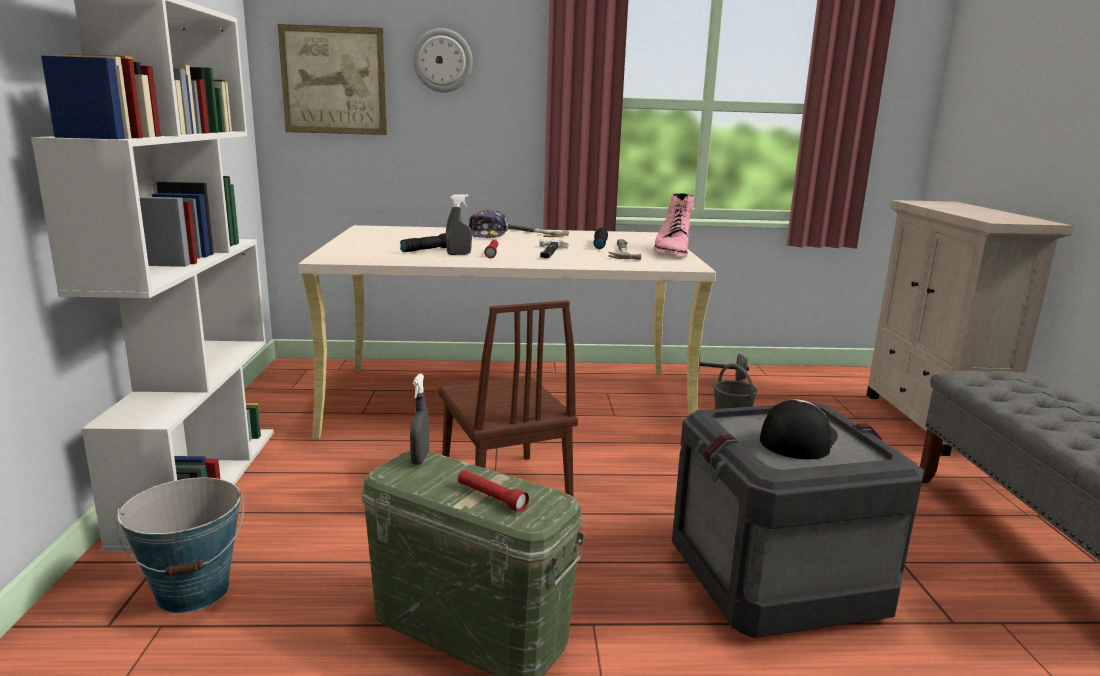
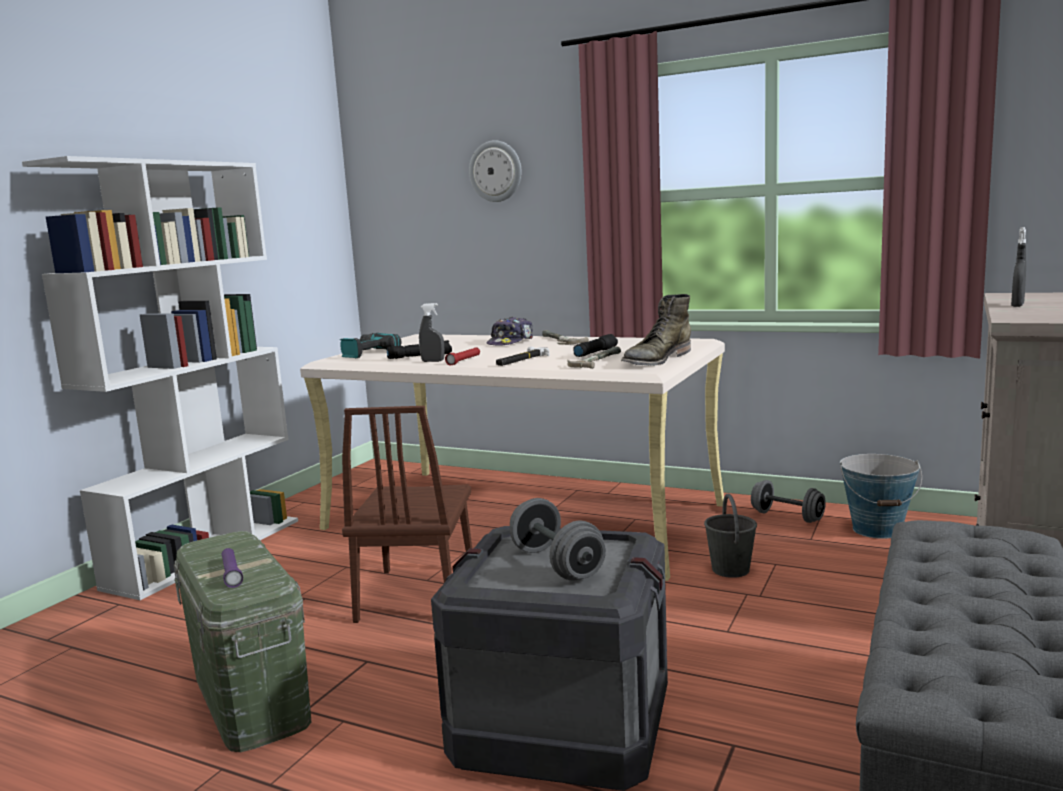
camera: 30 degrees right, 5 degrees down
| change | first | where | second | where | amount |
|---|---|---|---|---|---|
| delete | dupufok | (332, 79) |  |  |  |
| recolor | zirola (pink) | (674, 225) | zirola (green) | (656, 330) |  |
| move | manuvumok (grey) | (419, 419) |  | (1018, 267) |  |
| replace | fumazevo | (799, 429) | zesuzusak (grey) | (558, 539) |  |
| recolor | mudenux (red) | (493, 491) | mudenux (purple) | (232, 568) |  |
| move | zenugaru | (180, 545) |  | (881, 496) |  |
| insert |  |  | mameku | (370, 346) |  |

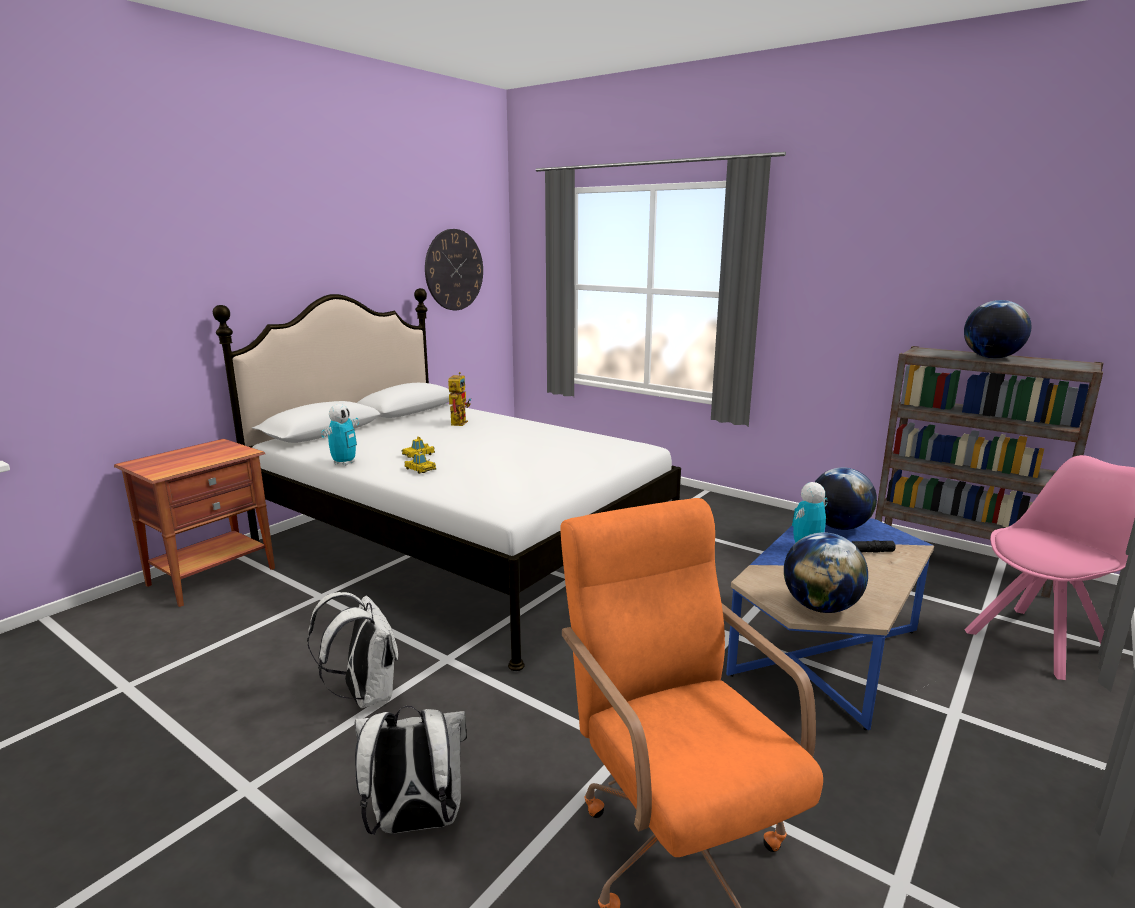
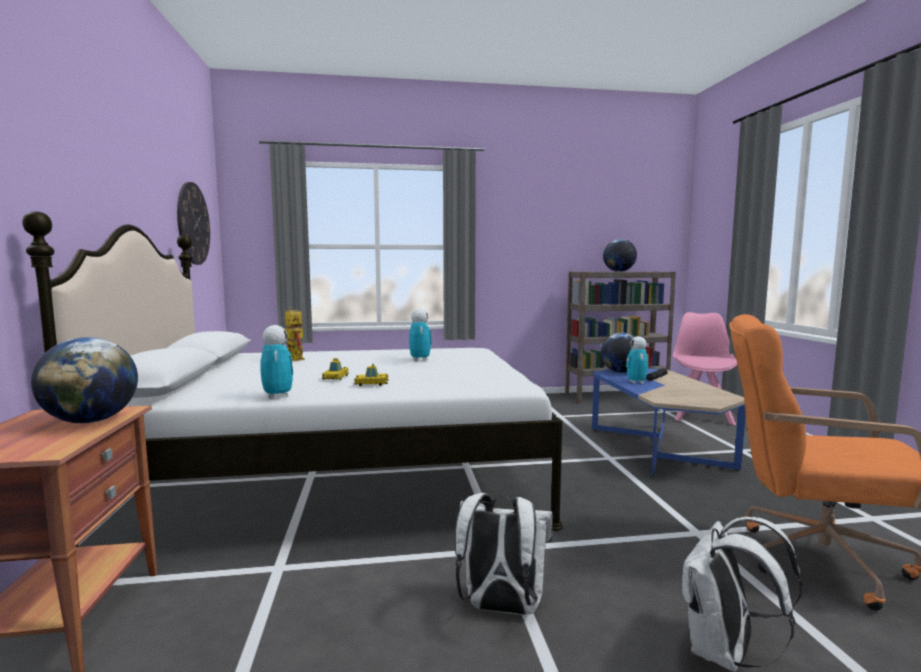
camera: 45 degrees left, 10 degrees down
| change | first | where | second | where | amount |
|---|---|---|---|---|---|
| move | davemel | (826, 572) |  | (84, 380) |  |
| insert |  |  | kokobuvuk | (420, 334) |  |

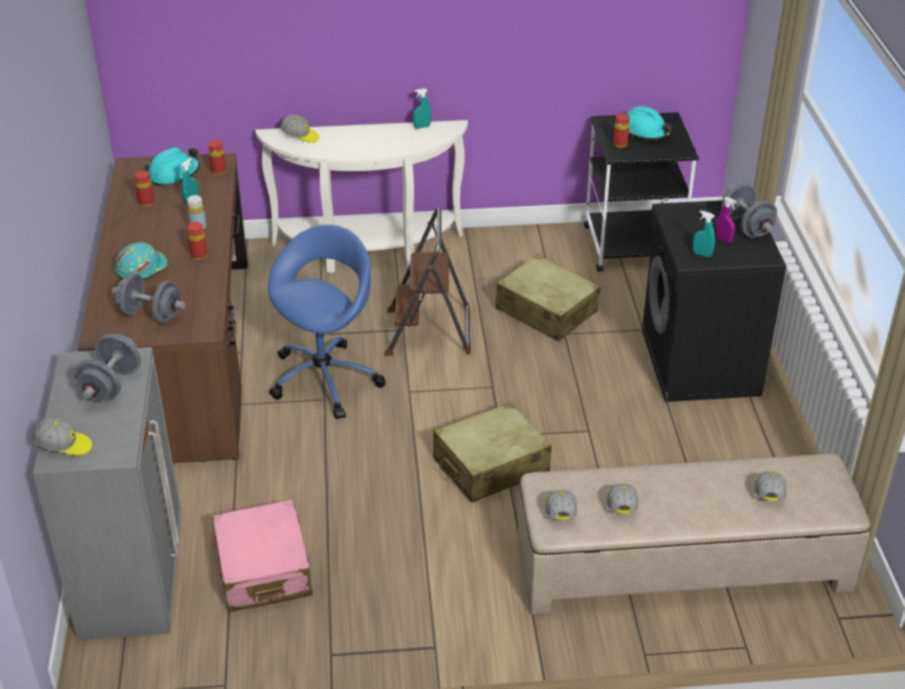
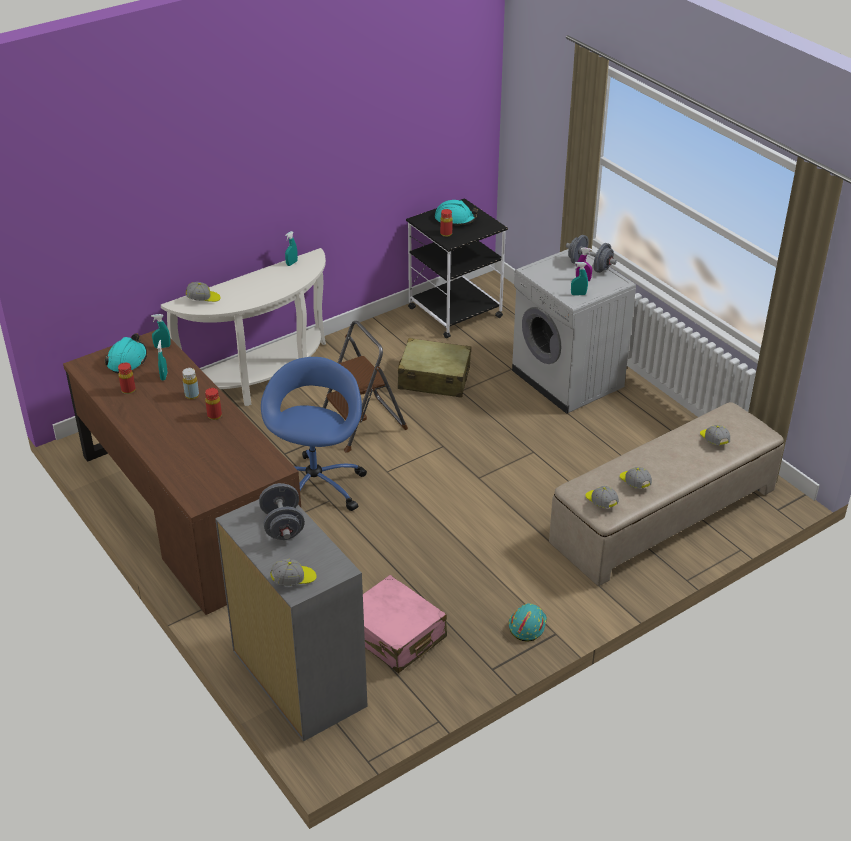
camera: 30 degrees left, 0 degrees up
| change | first | where | second | where | amount |
|---|---|---|---|---|---|
| replace | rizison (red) | (217, 157) | manuvumok (turquoise) | (160, 331) |  |
| recolor | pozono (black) | (714, 301) | pozono (white) | (574, 331) |  |
| move | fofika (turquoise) | (141, 261) |  | (528, 622) |  |
| delete | zesuzusak (grey) | (149, 298) |  |  |  |
| delete | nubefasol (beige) | (492, 452) |  |  |  |

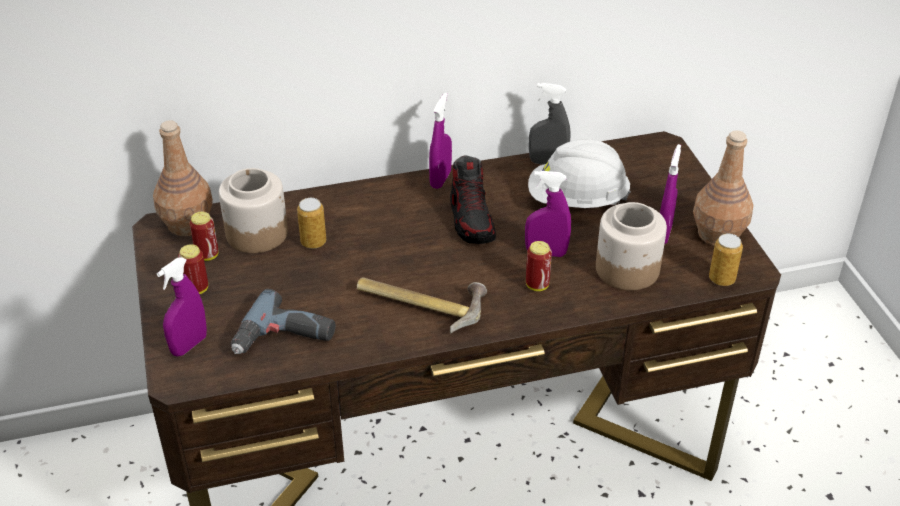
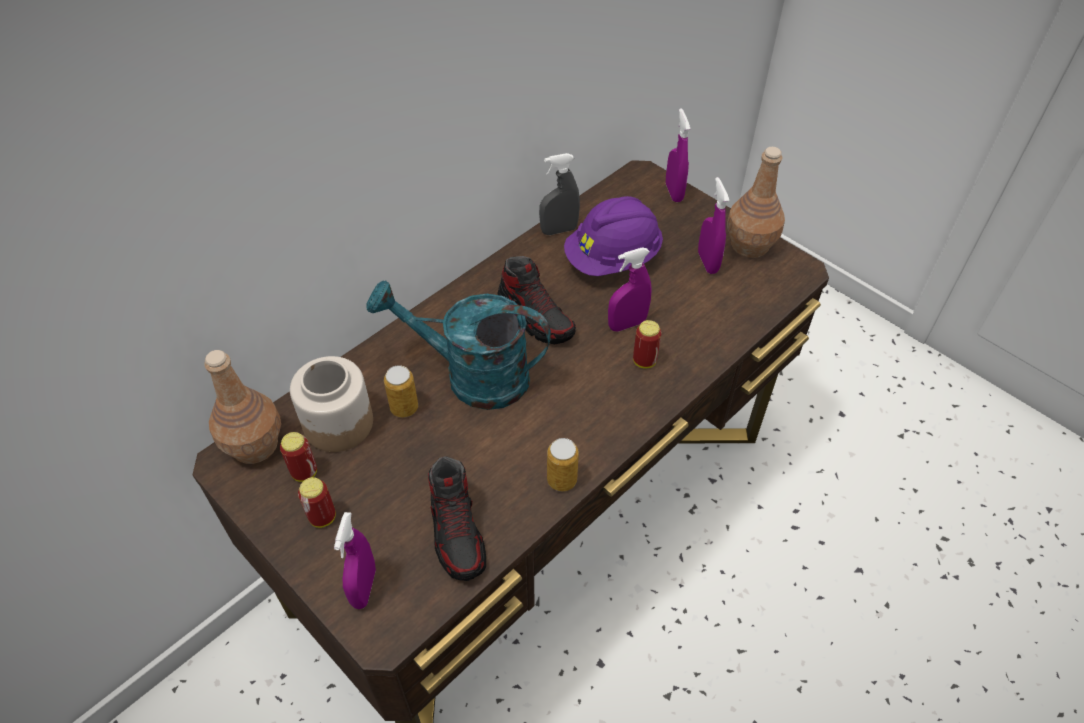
camera: 30 degrees left, 10 degrees up
| change | first | where | second | where | amount |
|---|---|---|---|---|---|
| move | manuvumok (purple) | (440, 141) |  | (678, 155) |  |
| recolor | fofika (white) | (579, 173) | fofika (purple) | (613, 236) |  |
| delete | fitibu | (631, 246) |  |  |  |
| move | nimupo | (726, 260) |  | (563, 464) |  |
| delete | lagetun | (422, 305) |  |  |  |
| replace | mameku | (283, 321) | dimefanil | (457, 519) |  |
| insert |  |  | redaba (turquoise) | (459, 345) |  |

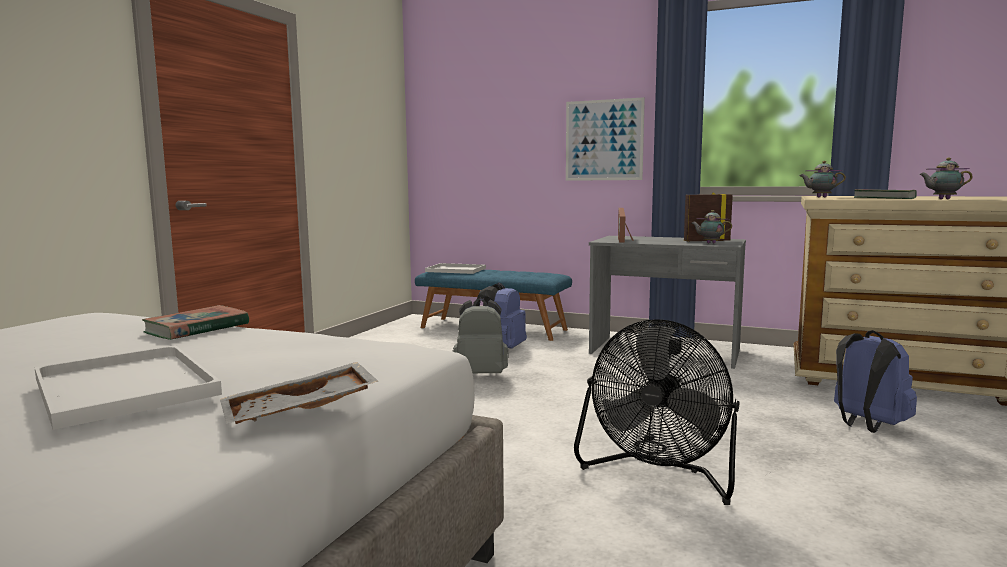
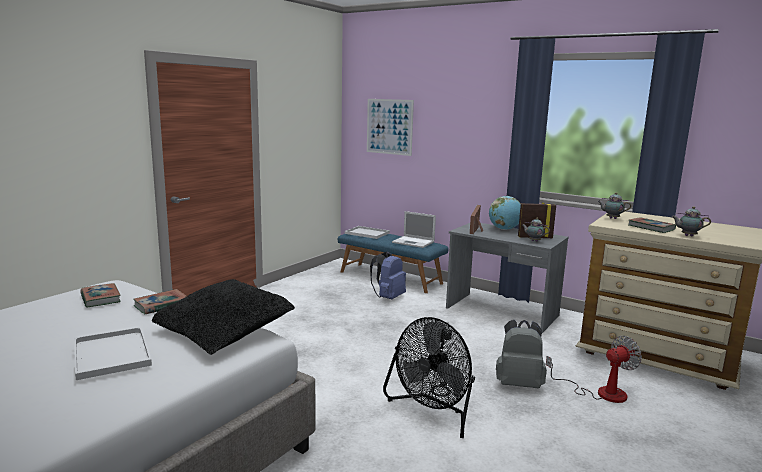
camera: 10 degrees right, 5 degrees up
| change | first | where | second | where | amount |
|---|---|---|---|---|---|
| move | dupufok | (605, 139) |  | (390, 127) |  |
| move | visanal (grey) | (480, 335) |  | (521, 354) |  |
| replace | visanal (blue) | (875, 381) | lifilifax | (594, 369) |  |
| delete | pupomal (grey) | (299, 393) |  |  |  |
| insert |  |  | davemel | (505, 213) |  |
| insert |  |  | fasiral | (414, 229) |  |
| insert |  |  | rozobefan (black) | (223, 317) |  |
| insert |  |  | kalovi | (100, 295) |  |

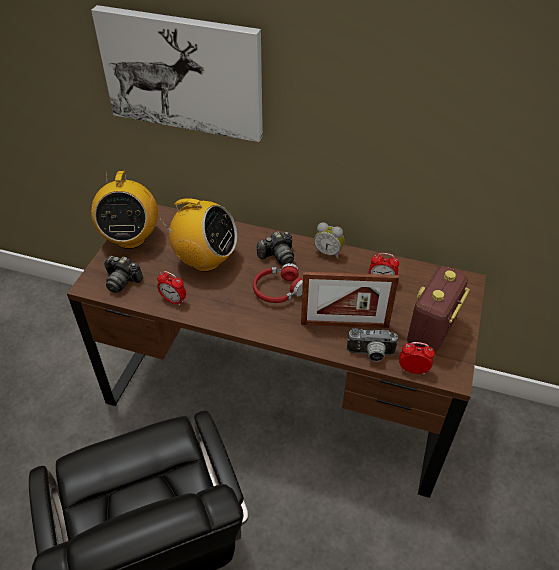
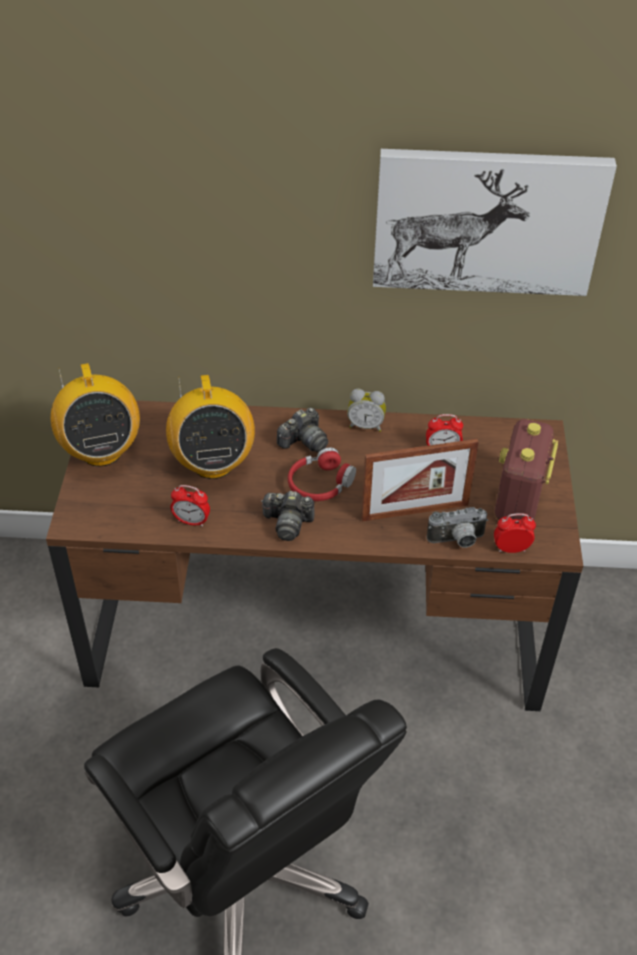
camera: 15 degrees left, 0 degrees up
| change | first | where | second | where | amount |
|---|---|---|---|---|---|
| move | dupufok | (177, 73) |  | (495, 222) |  |
| rotate | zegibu | (199, 235) |  | (210, 427) | 75 degrees clockwise |
| move | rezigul | (123, 274) |  | (287, 516) |  |

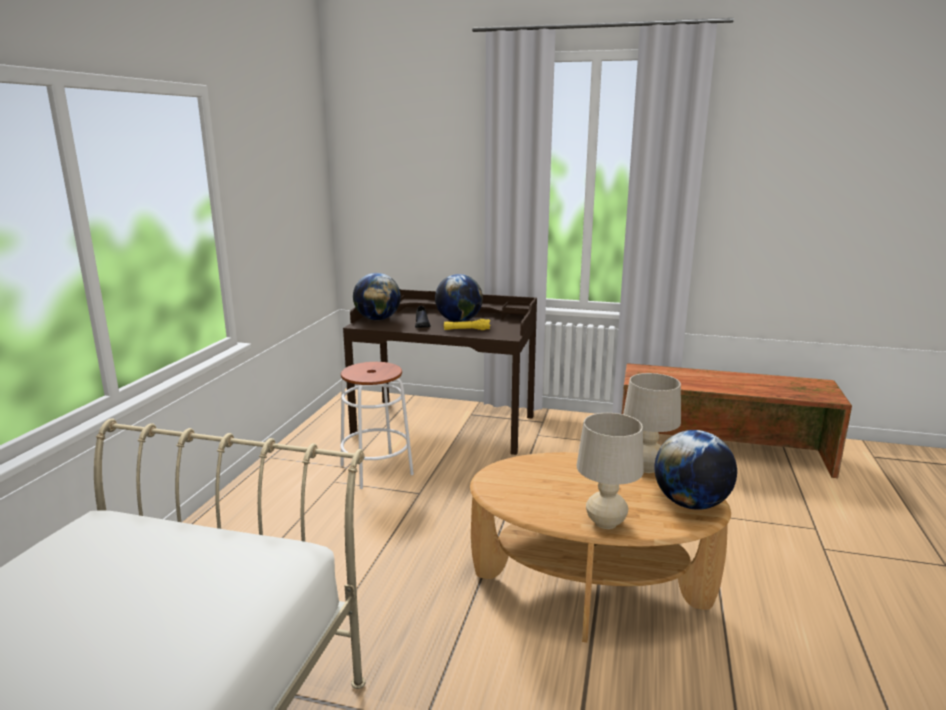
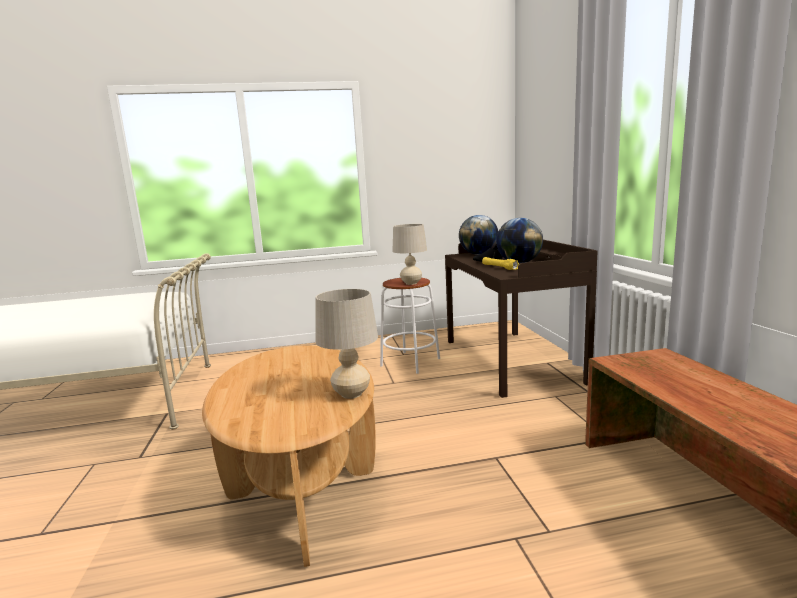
camera: 65 degrees right, 5 degrees down
| change | first | where | second | where | amount |
|---|---|---|---|---|---|
| move | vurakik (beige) | (610, 471) |  | (409, 254) |  |
| delete | davemel | (695, 470) |  |  |  |

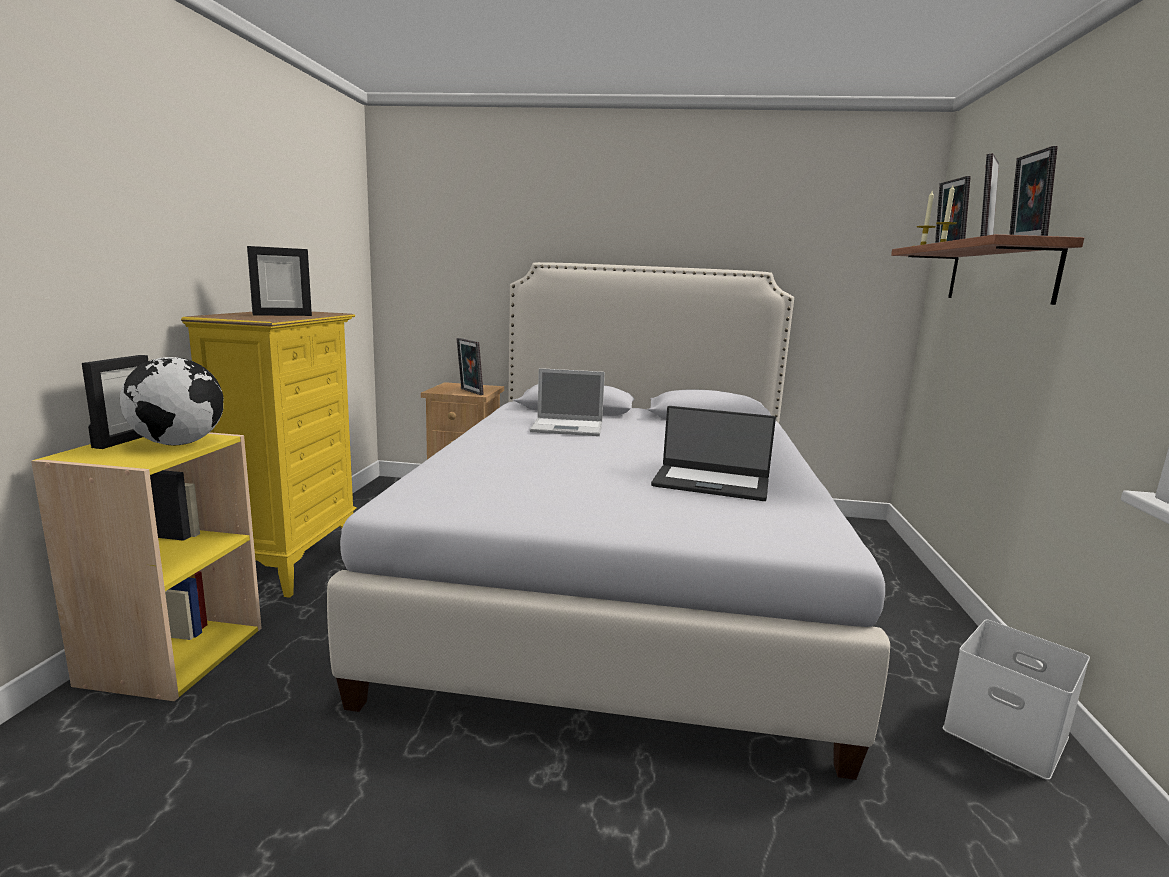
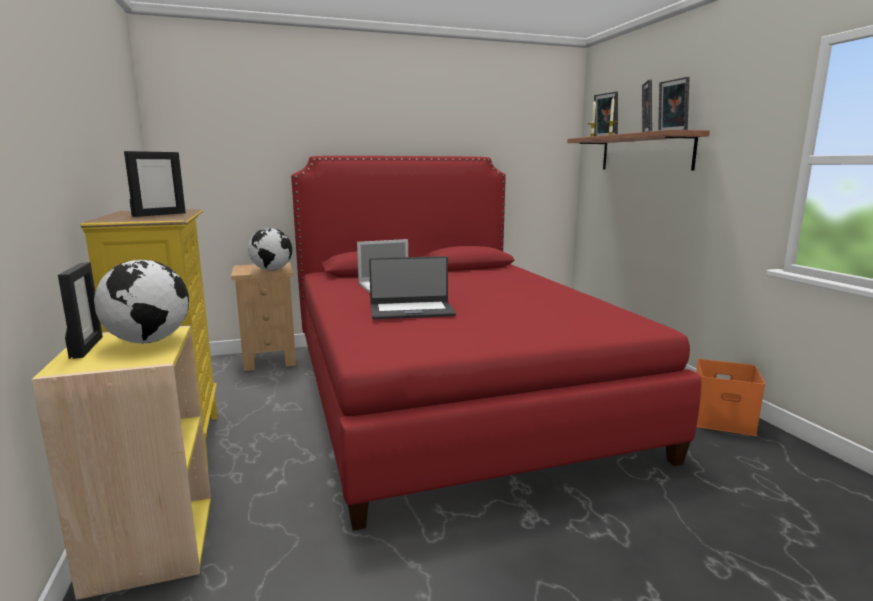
camera: 25 degrees left, 0 degrees up
| change | first | where | second | where | amount |
|---|---|---|---|---|---|
| recolor | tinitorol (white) | (608, 521) | tinitorol (red) | (496, 343) |  |
| replace | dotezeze | (470, 366) | davemel | (270, 249) |  |
| move | fasiral | (713, 453) |  | (412, 287) |  |
| recolor | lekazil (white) | (1016, 699) | lekazil (orange) | (730, 397) |  |

